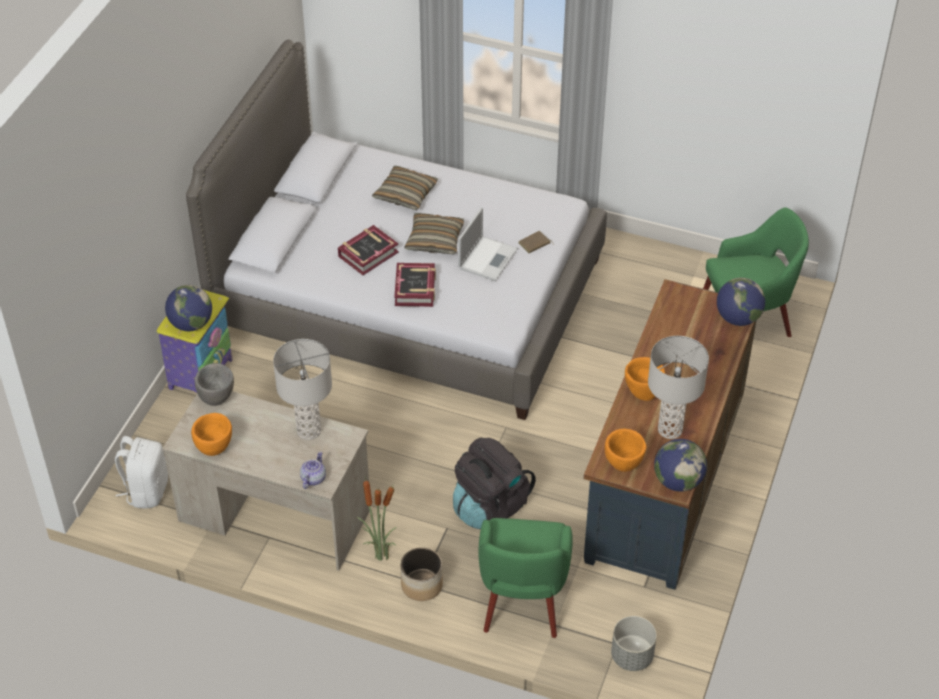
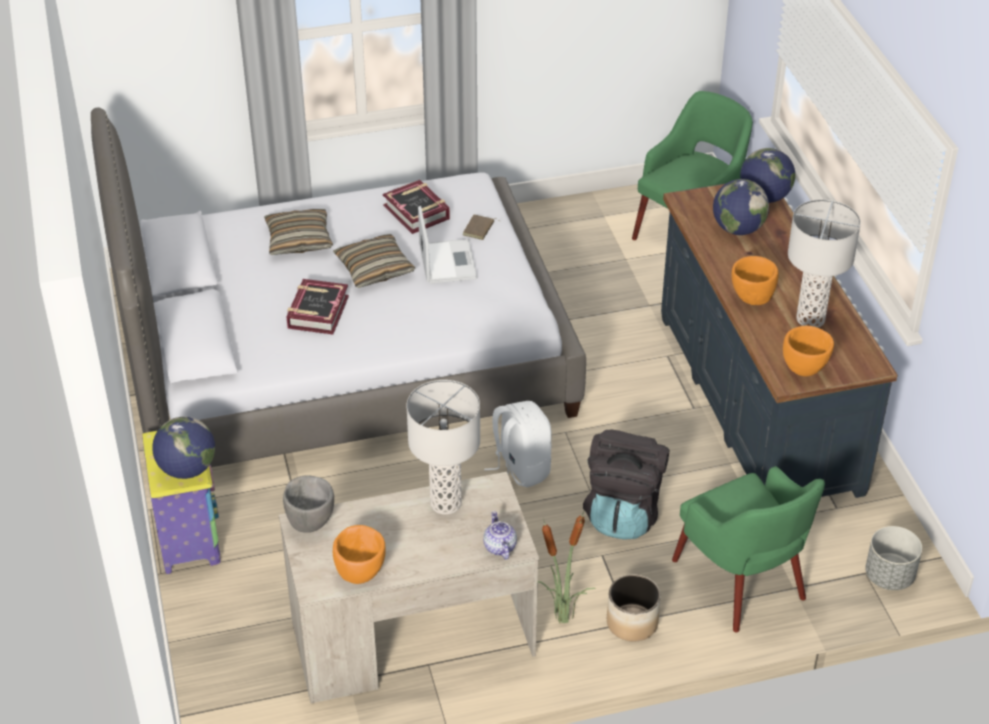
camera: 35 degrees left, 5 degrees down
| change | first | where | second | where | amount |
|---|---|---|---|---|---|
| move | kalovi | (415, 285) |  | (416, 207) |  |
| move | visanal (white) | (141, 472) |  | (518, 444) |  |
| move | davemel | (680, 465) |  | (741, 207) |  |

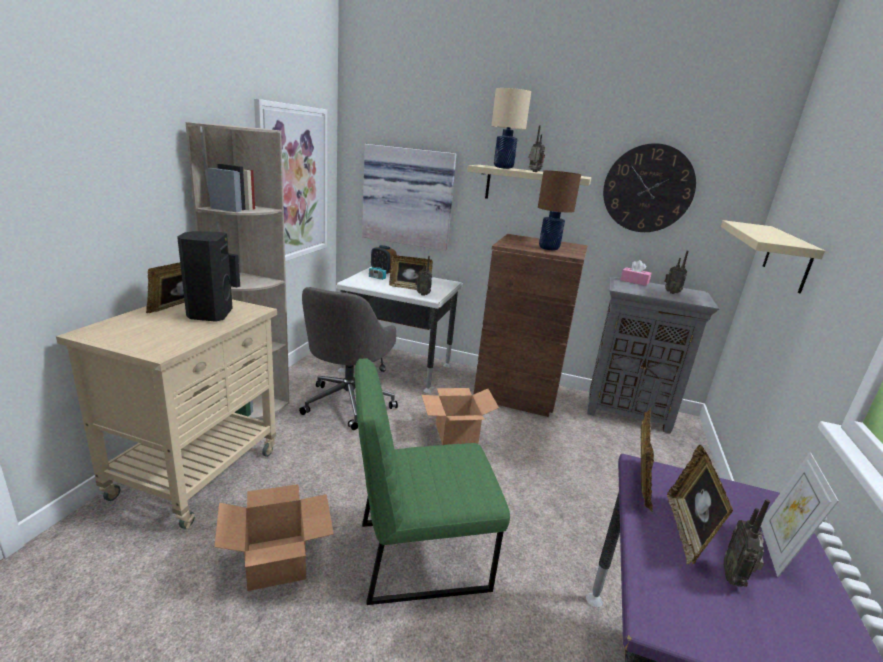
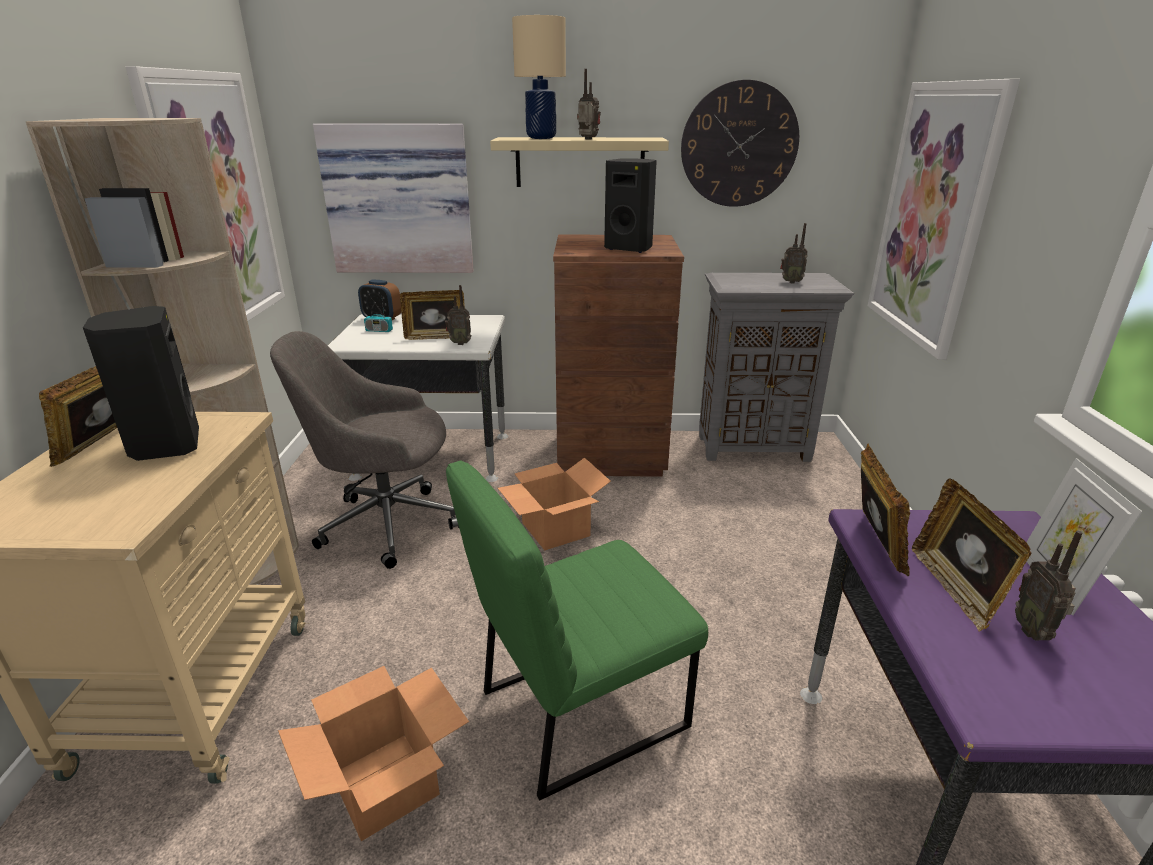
camera: 15 degrees left, 5 degrees up
| change | first | where | second | where | amount |
|---|---|---|---|---|---|
| replace | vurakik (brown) | (559, 210) | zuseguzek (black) | (630, 205) |  |
| replace | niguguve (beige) | (773, 257) | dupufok | (944, 219) |  |
| delete | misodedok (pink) | (636, 273) |  |  |  |
| rotate | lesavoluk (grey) | (348, 358) |  | (364, 450) | 90 degrees clockwise |

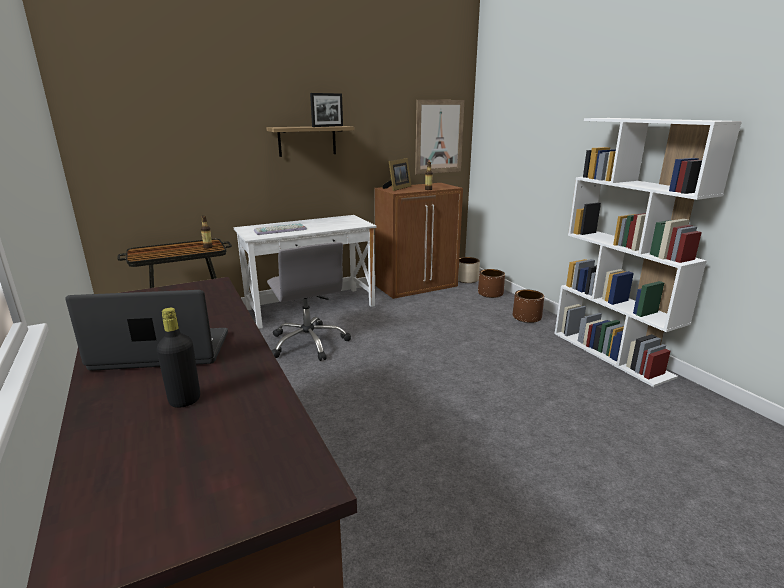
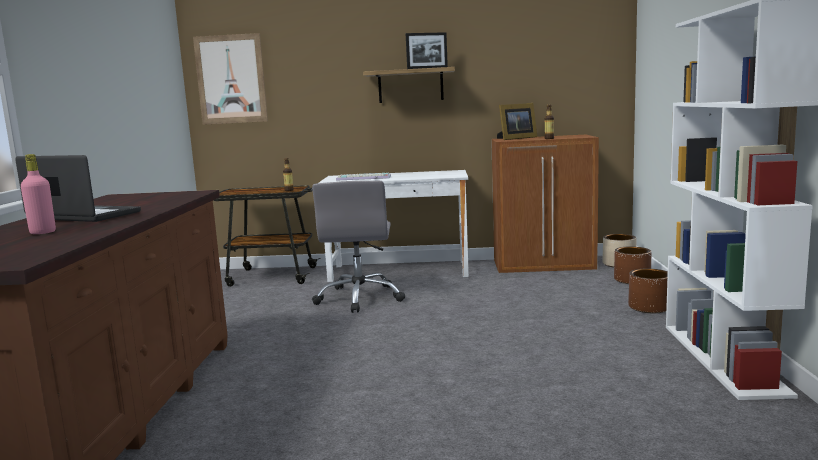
camera: 30 degrees right, 10 degrees down
| change | first | where | second | where | amount |
|---|---|---|---|---|---|
| move | dupufok | (439, 137) |  | (230, 79) |  |
| recolor | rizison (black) | (178, 358) | rizison (pink) | (38, 194) |  |

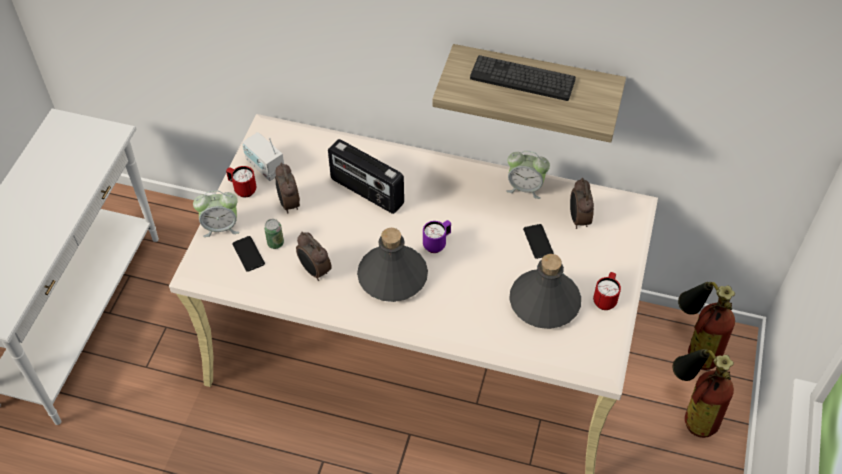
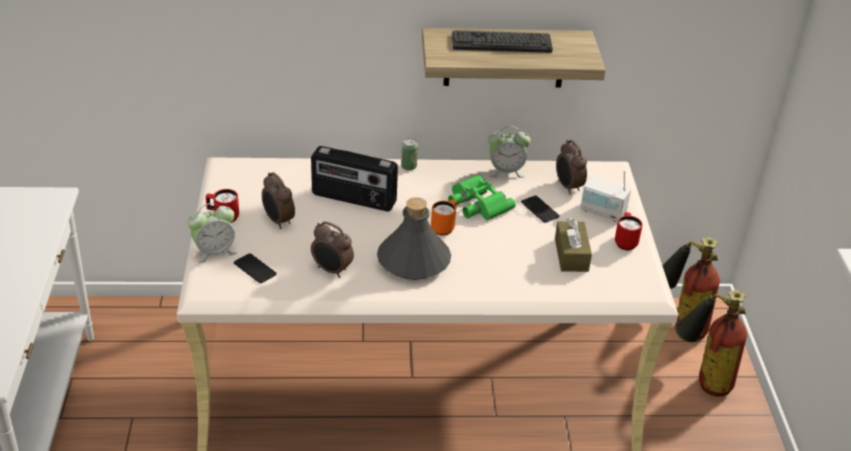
camera: 20 degrees left, 15 degrees down
| change | first | where | second | where | amount |
|---|---|---|---|---|---|
| move | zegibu | (263, 156) |  | (605, 196) |  |
| move | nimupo | (274, 234) |  | (409, 154) |  |
| recolor | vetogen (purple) | (437, 236) | vetogen (orange) | (444, 217) |  |
| replace | rizison (grey) | (545, 291) | misodedok (brown) | (573, 245) |  |
| insert |  |  | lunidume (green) | (482, 198) |  |

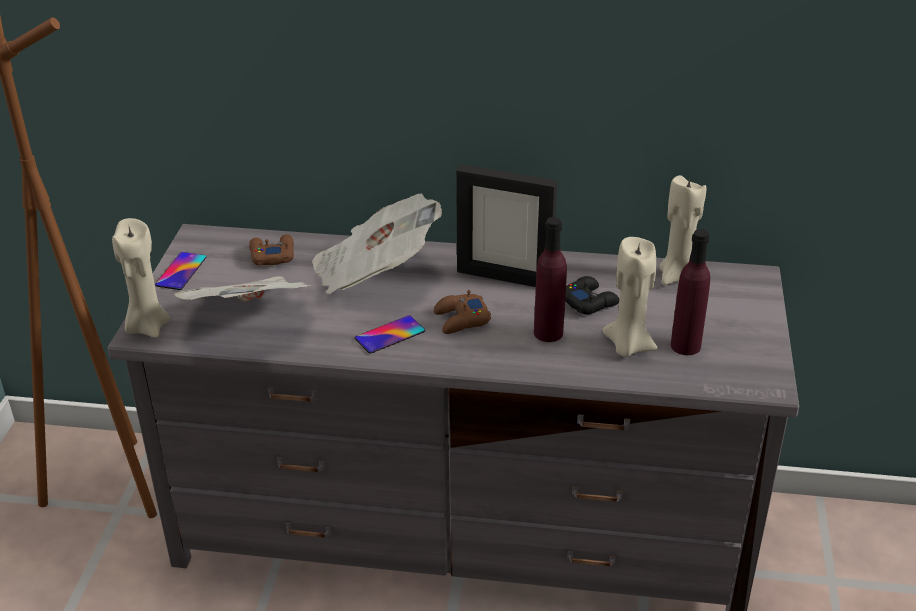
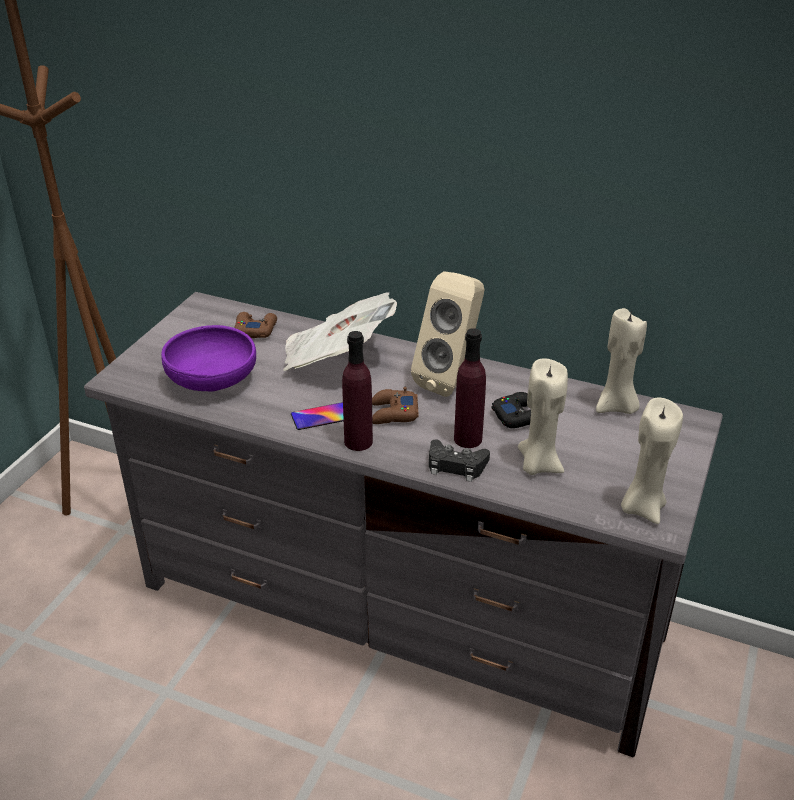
camera: 15 degrees right, 0 degrees up
| change | first | where | second | where | amount |
|---|---|---|---|---|---|
| replace | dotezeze | (507, 225) | zuseguzek (beige) | (448, 334) |  |
| move | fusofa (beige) | (141, 278) |  | (652, 461) |  |
| move | rizison (purple) | (690, 292) |  | (357, 391) |  |
| delete | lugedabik | (180, 271) |  |  |  |
| replace | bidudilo | (244, 289) | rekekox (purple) | (208, 358) |  |
| insert |  |  | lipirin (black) | (459, 460) |  |

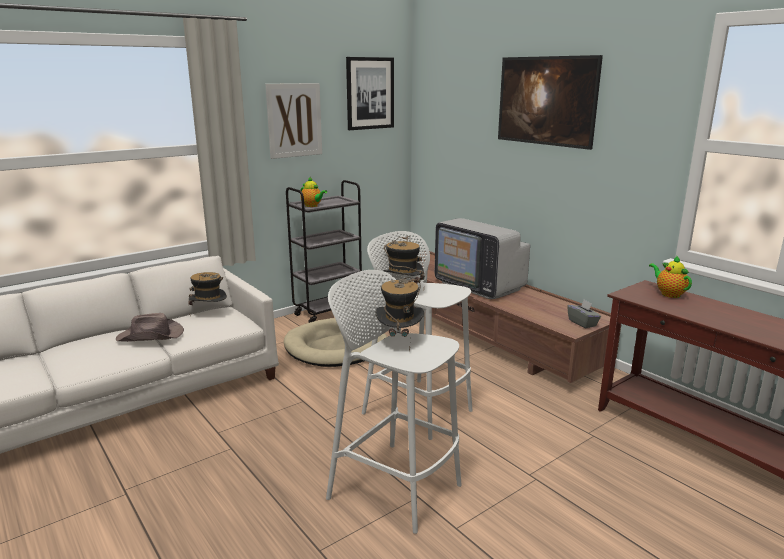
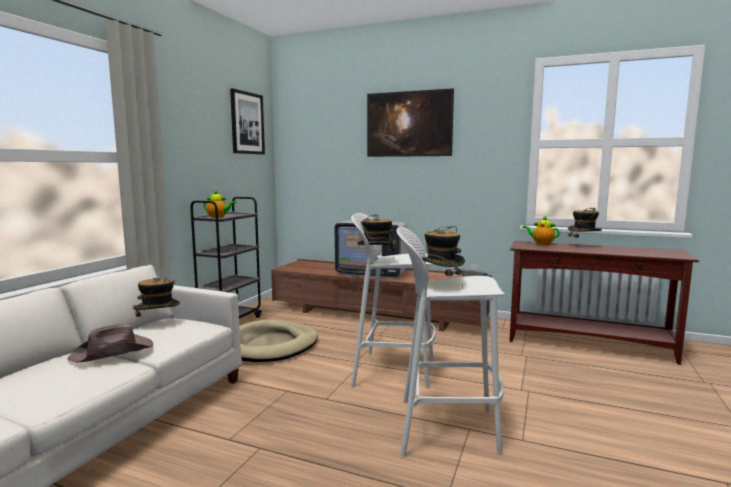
camera: 30 degrees left, 10 degrees down
| change | first | where | second | where | amount |
|---|---|---|---|---|---|
| delete | dupufok | (293, 121) |  |  |  |
| insert |  |  | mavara | (585, 228) |  |

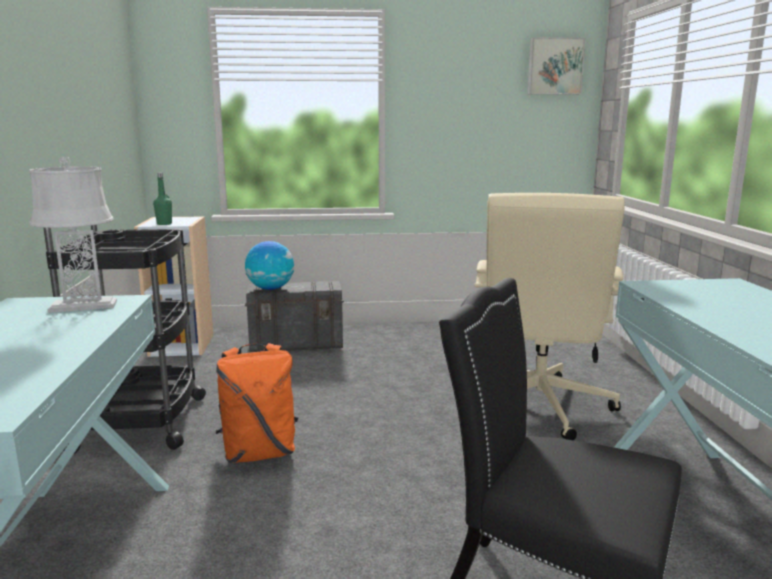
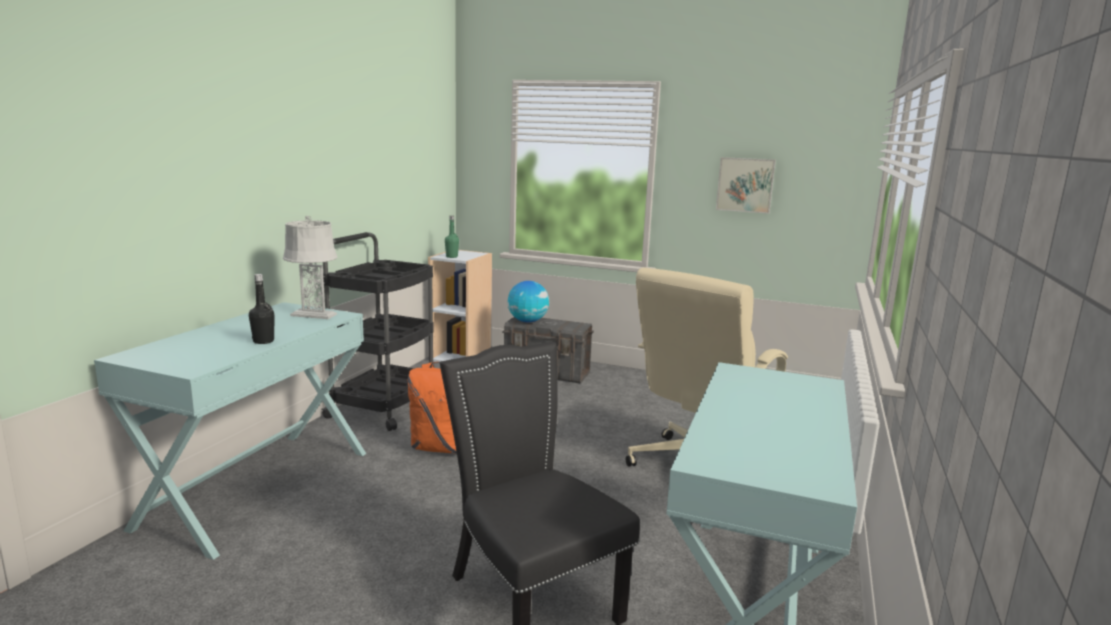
camera: 25 degrees right, 0 degrees up
| change | first | where | second | where | amount |
|---|---|---|---|---|---|
| move | dupufok | (556, 66) |  | (746, 185) |  |
| insert |  |  | rizison (black) | (262, 309) |  |

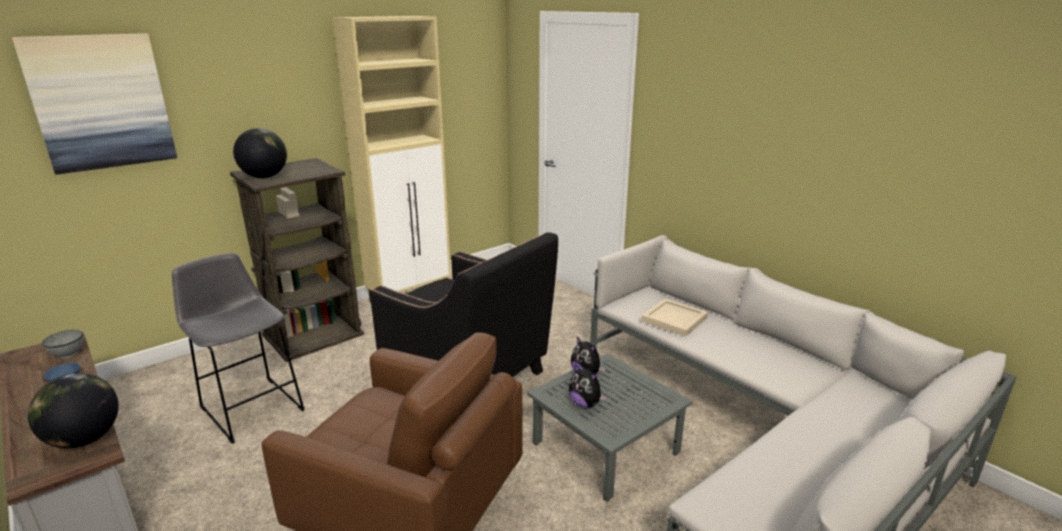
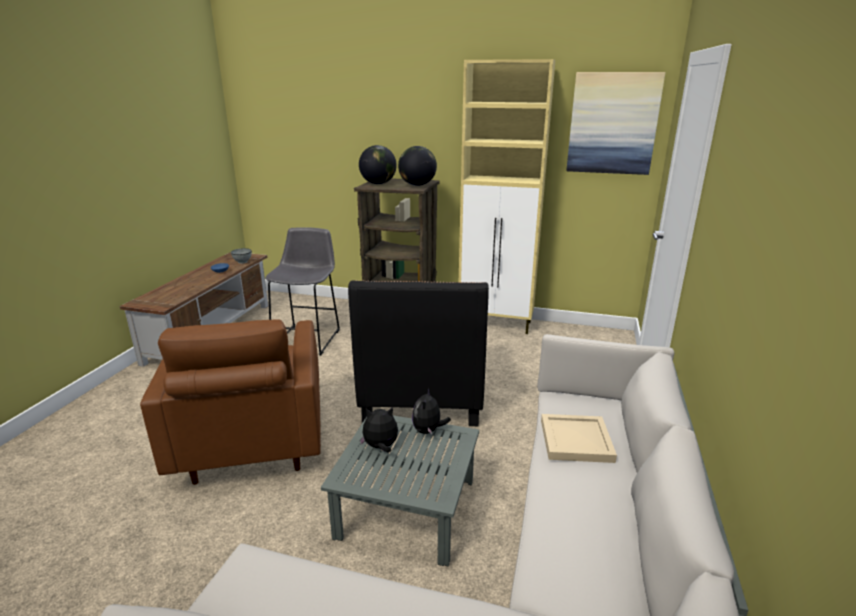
camera: 55 degrees right, 0 degrees up
| change | first | where | second | where | amount |
|---|---|---|---|---|---|
| move | dupufok | (94, 104) |  | (615, 123) |  |
| rotate | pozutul | (588, 386) |  | (378, 429) | 75 degrees clockwise |
| move | davemel | (73, 410) |  | (417, 166) |  |

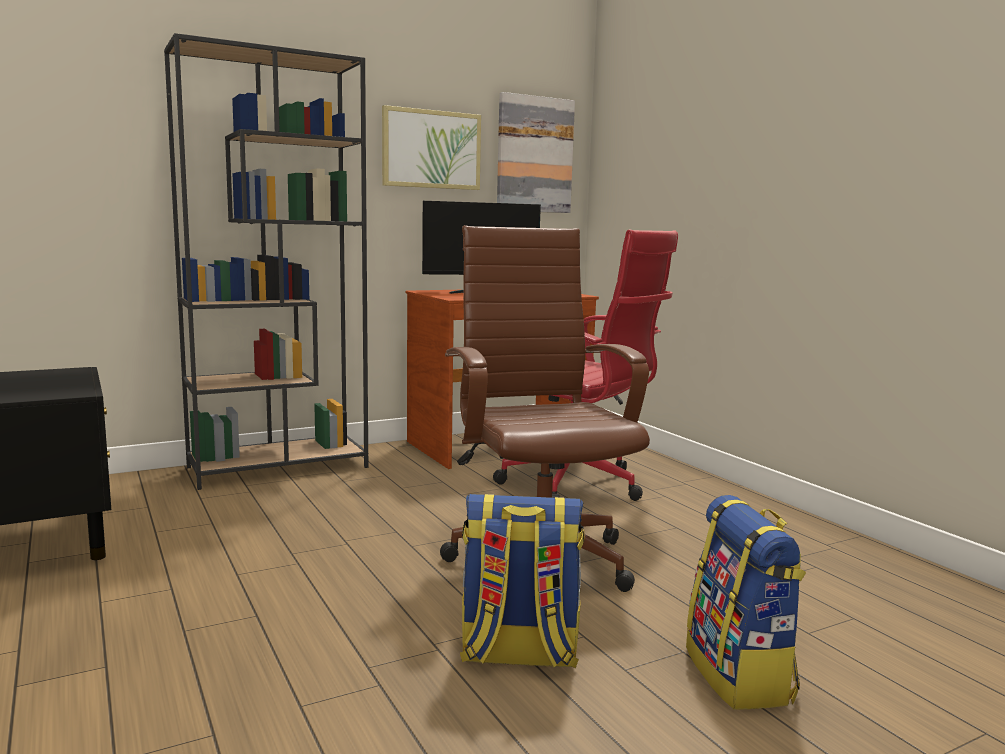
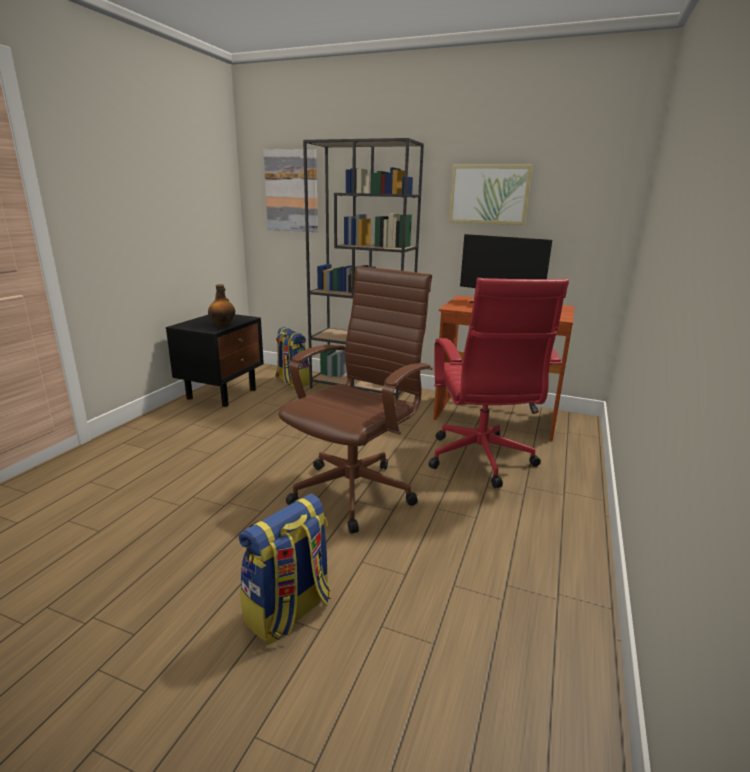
camera: 50 degrees right, 10 degrees up
| change | first | where | second | where | amount |
|---|---|---|---|---|---|
| move | dupufok | (536, 152) |  | (290, 190) |  |
| move | visanal | (522, 581) |  | (292, 357) |  |
| insert |  |  | rizison | (221, 306) |  |

